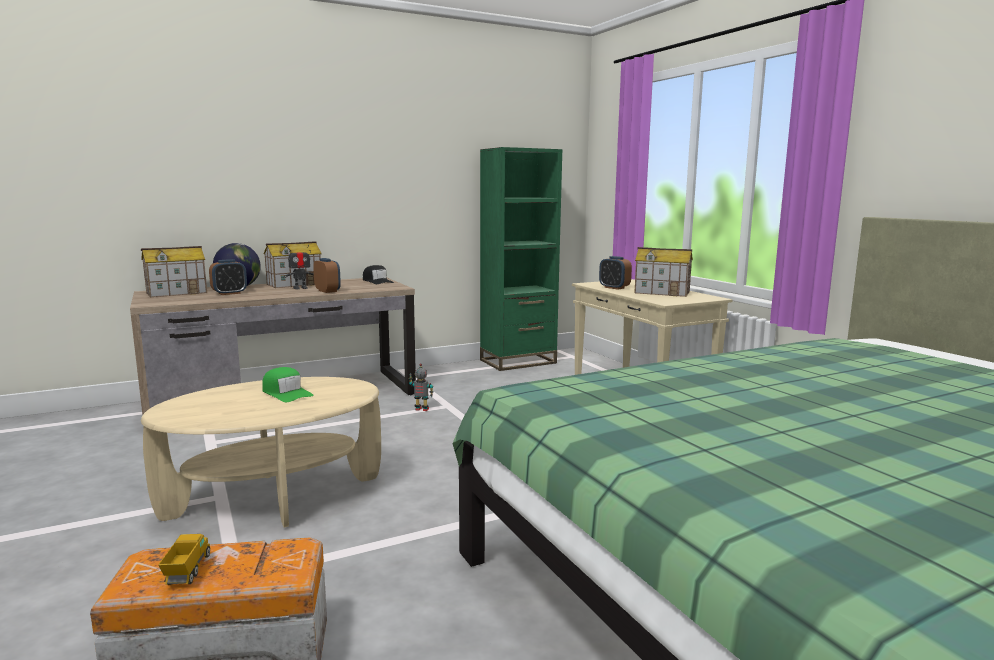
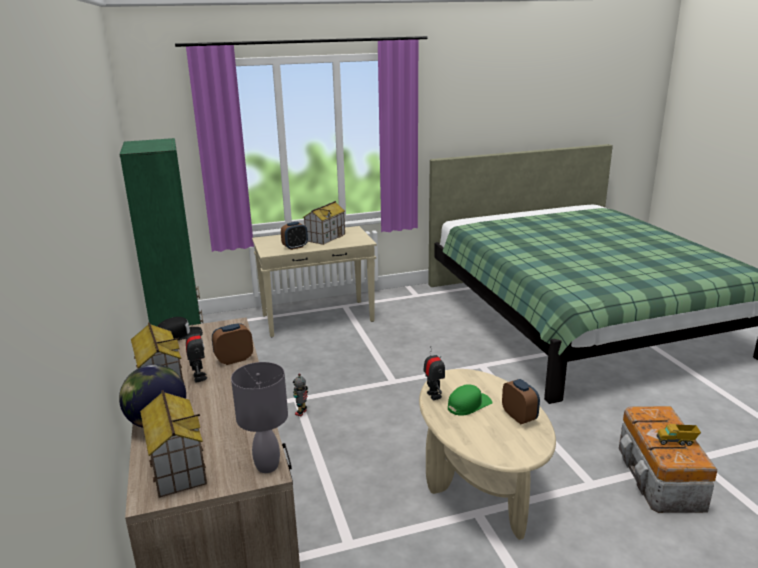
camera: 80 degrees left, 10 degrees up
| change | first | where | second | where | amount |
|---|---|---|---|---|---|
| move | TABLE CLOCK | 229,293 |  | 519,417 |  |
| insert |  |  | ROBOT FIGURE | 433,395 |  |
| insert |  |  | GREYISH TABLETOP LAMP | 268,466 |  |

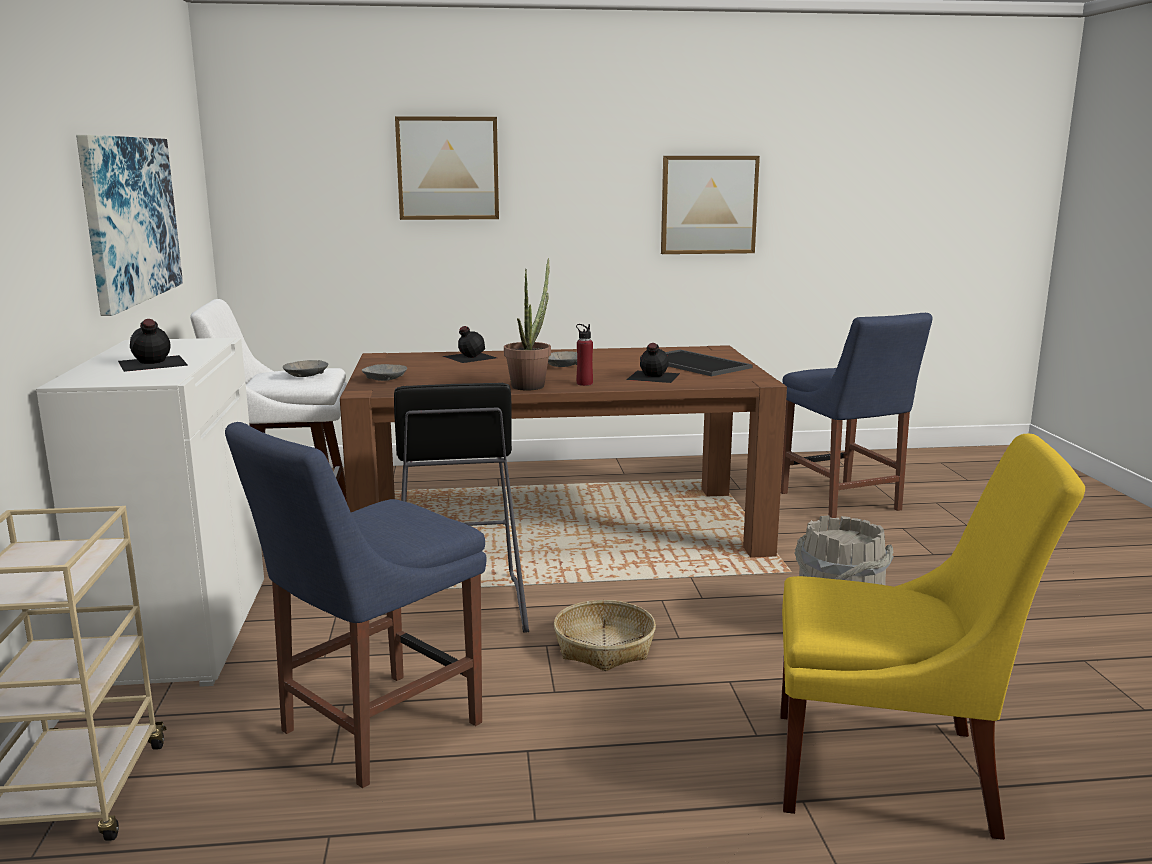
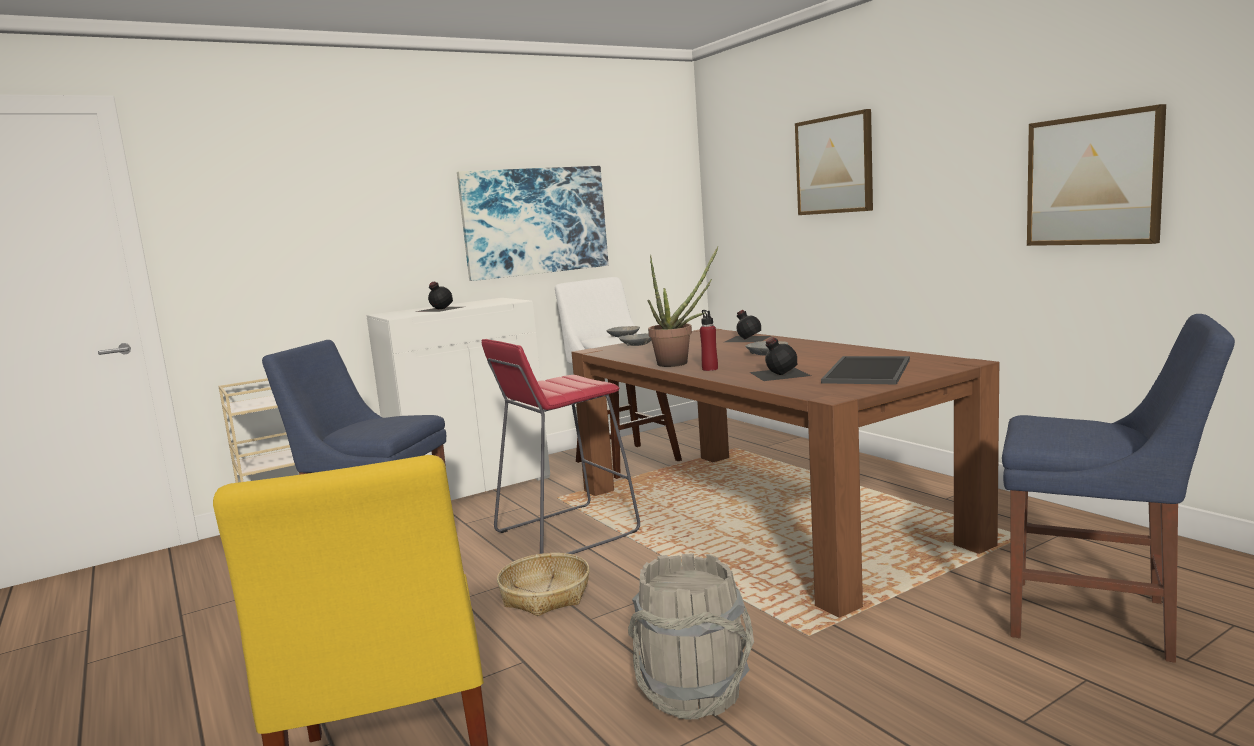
camera: 65 degrees right, 5 degrees down
| change | first | where | second | where | amount |
|---|---|---|---|---|---|
| rotate | BLUE CHAIR | 842,503 |  | 1099,620 | 105 degrees counterclockwise |
| recolor | BLACKISH SITTING STOOL | 458,609 | RED-COLOURED SITTING STOOL | 565,532 |  |

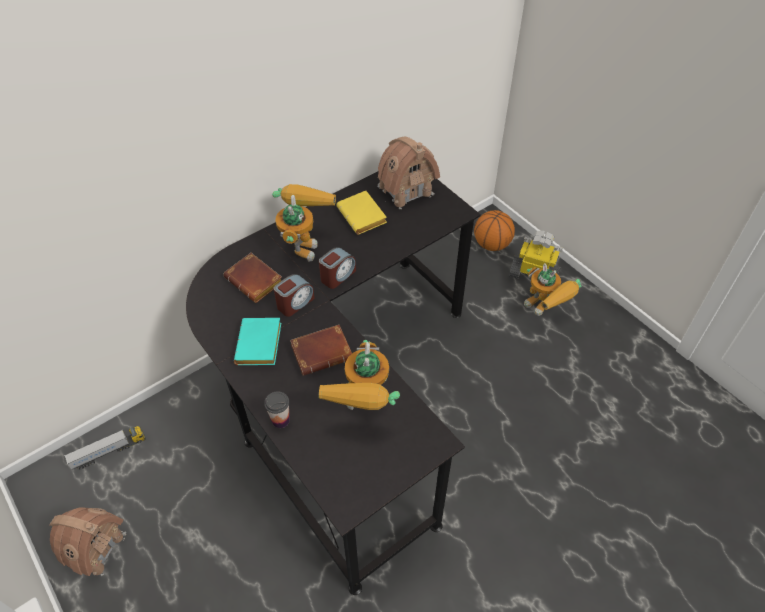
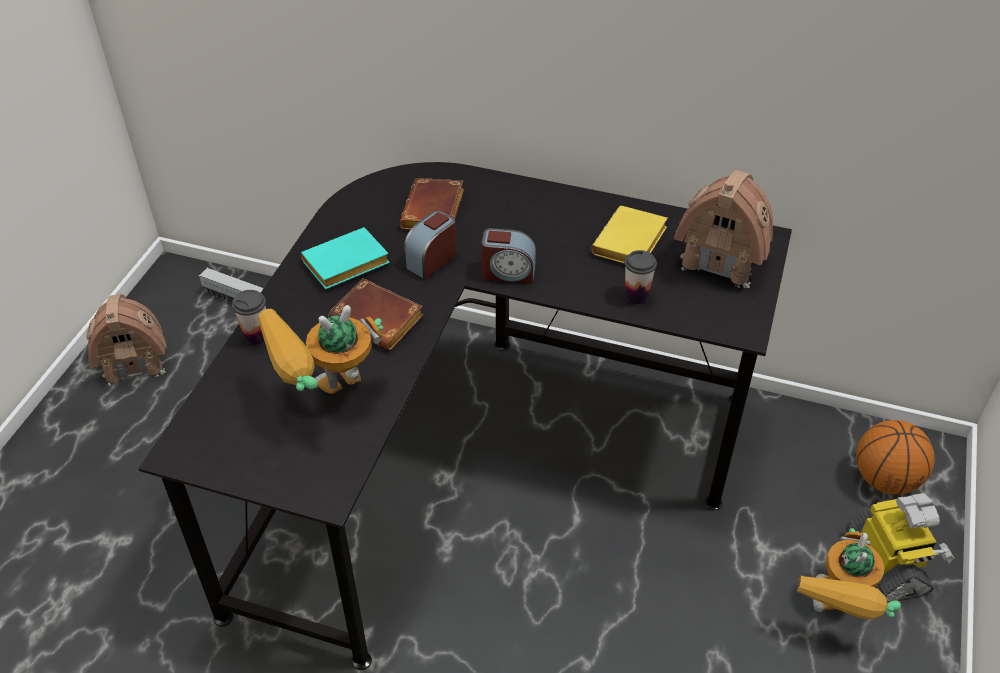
camera: 55 degrees right, 5 degrees down
| change | first | where | second | where | amount |
|---|---|---|---|---|---|
| delete | ROBOT FIGURE | 303,242 |  |  |  |
| rotate | TABLE CLOCK | 295,303 |  | 431,260 | 120 degrees clockwise |
| insert |  |  | CUP | 636,296 |  |

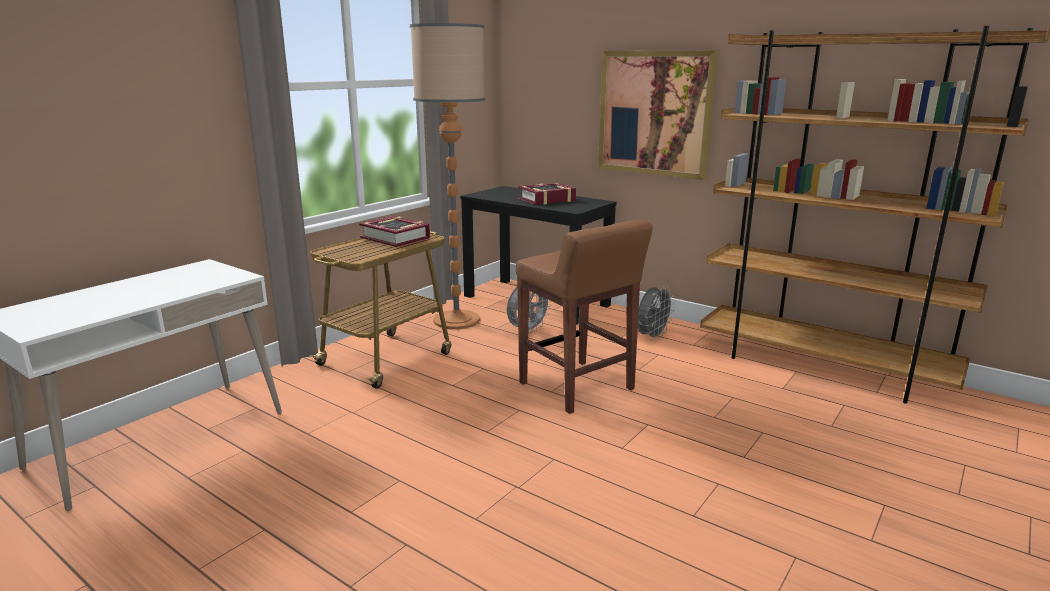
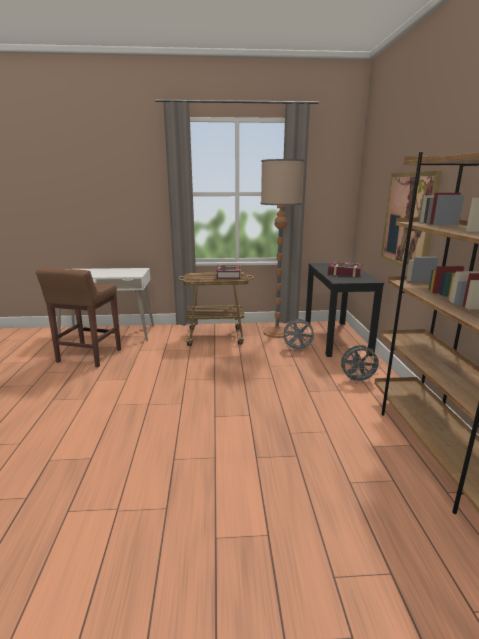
camera: 50 degrees right, 0 degrees up
| change | first | where | second | where | amount |
|---|---|---|---|---|---|
| move | BROWN-COLOURED SITTING STOOL | 577,387 |  | 89,356 |  |

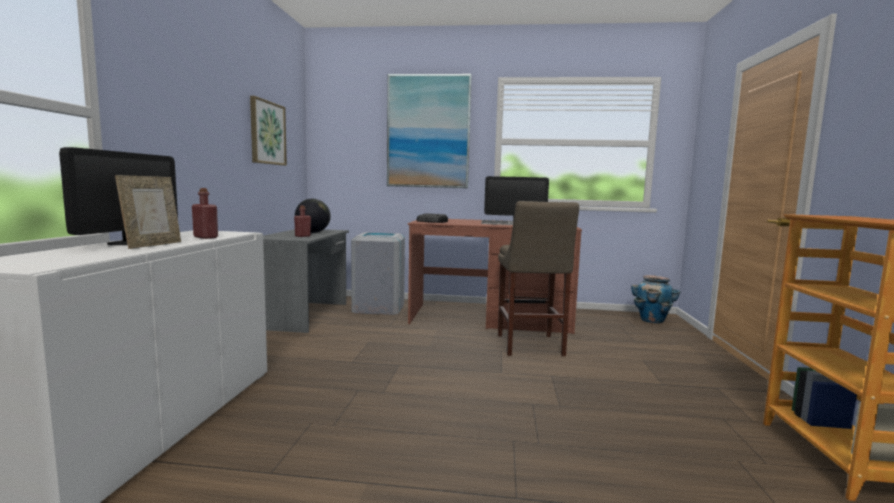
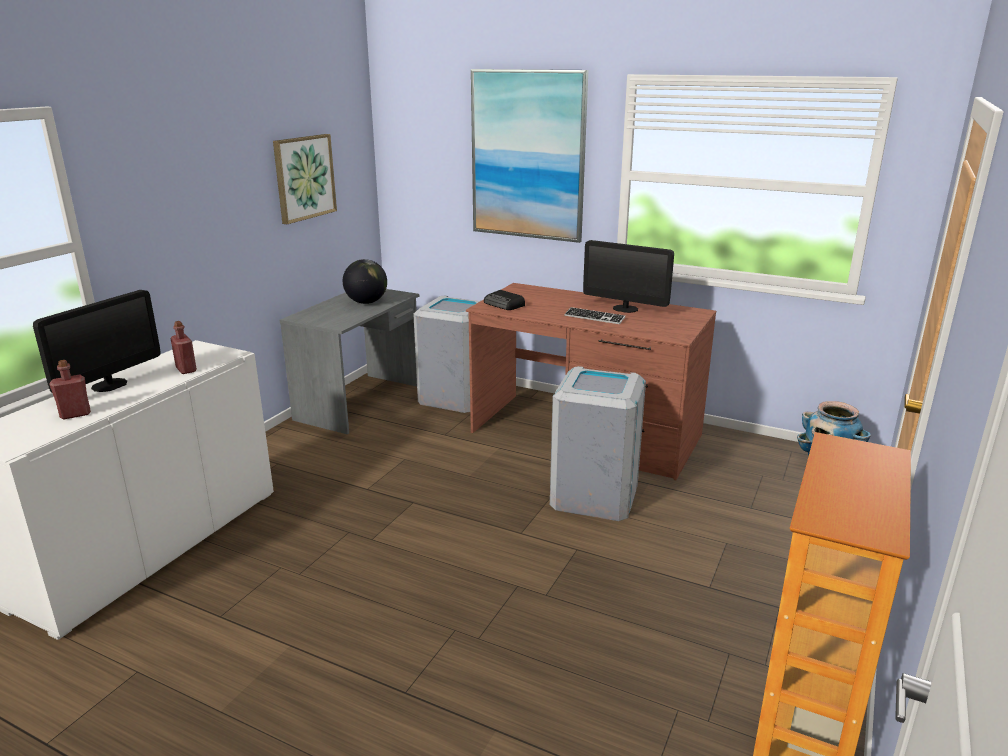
camera: 20 degrees right, 15 degrees up
| change | first | where | second | where | amount |
|---|---|---|---|---|---|
| delete | PHOTO FRAME | 153,245 |  |  |  |
| replace | BEIGE-COLOURED SITTING STOOL | 530,346 | GREYISH RUBBISH BIN | 594,495 |  |
| move | RED-COLOURED DRINK BOTTLE | 303,236 |  | 75,414 |  |

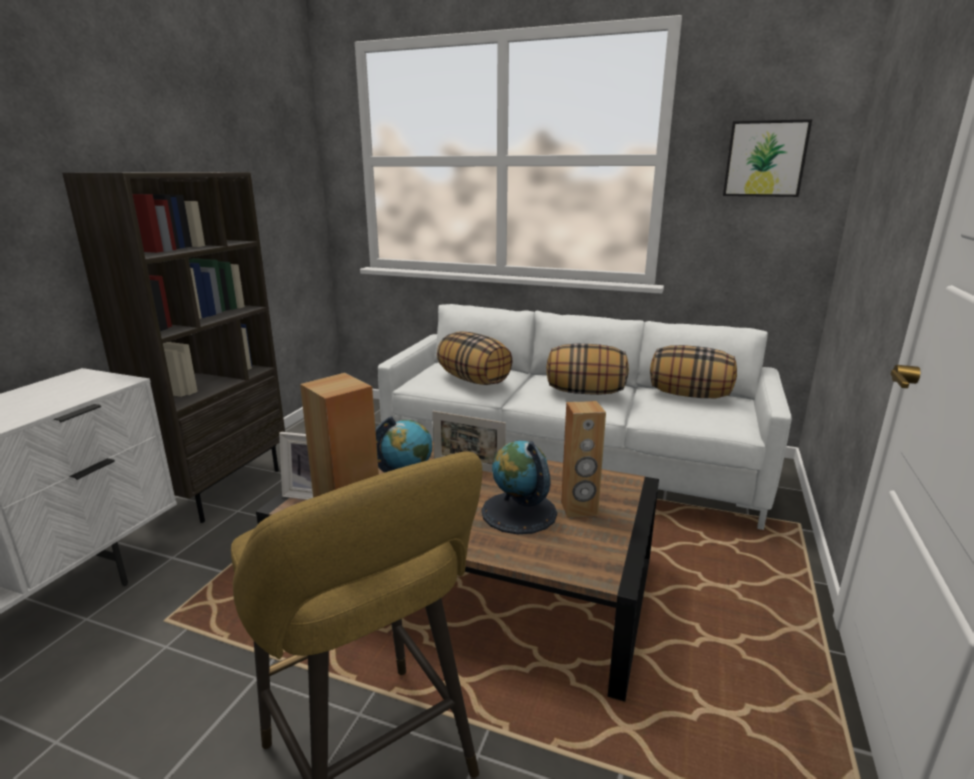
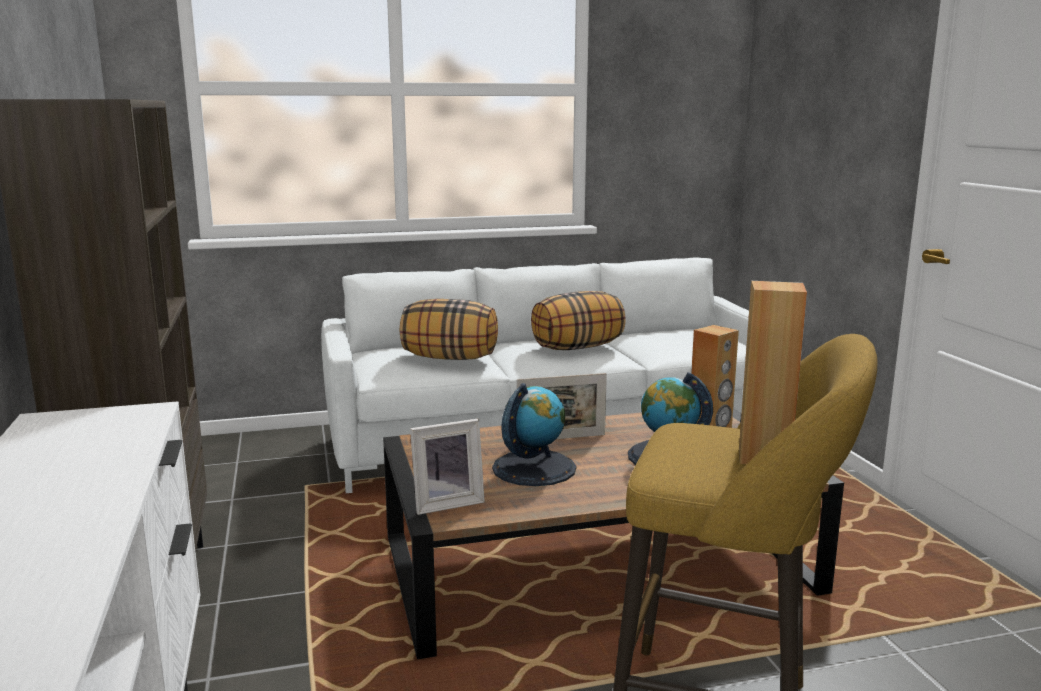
camera: 35 degrees left, 5 degrees down
| change | first | where | second | where | amount |
|---|---|---|---|---|---|
| delete | PICTURE | 765,159 |  |  |  |
| delete | CUSHION | 689,395 |  |  |  |

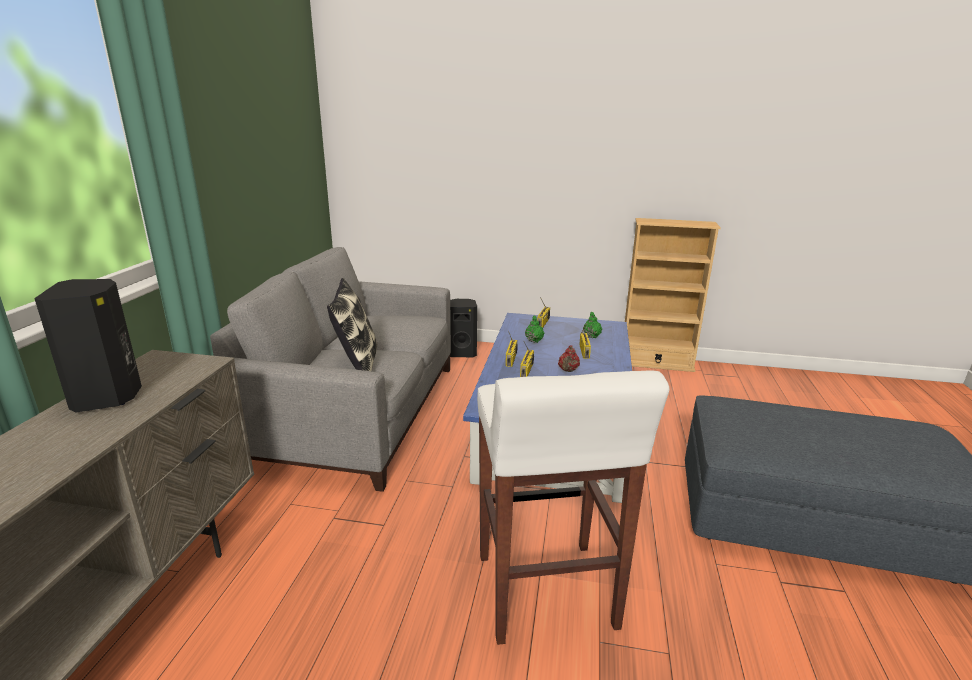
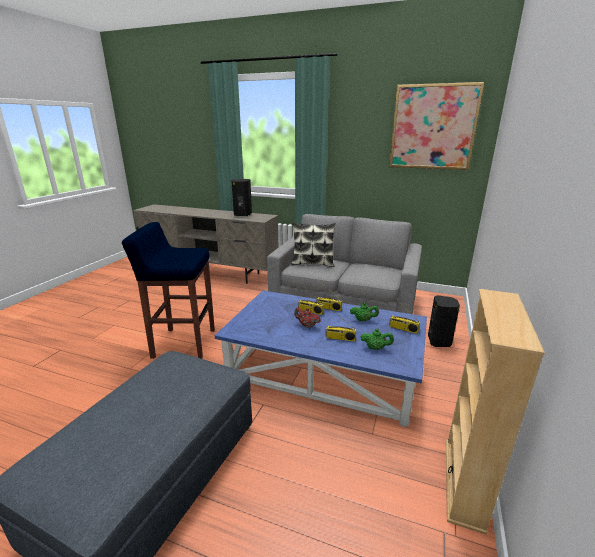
camera: 100 degrees right, 0 degrees up
| change | first | where | second | where | amount |
|---|---|---|---|---|---|
| recolor | WHITE-COLOURED SITTING STOOL | 545,593 | BLUE SITTING STOOL | 183,343 |  |
| insert |  |  | PICTURE | 433,127 |  |

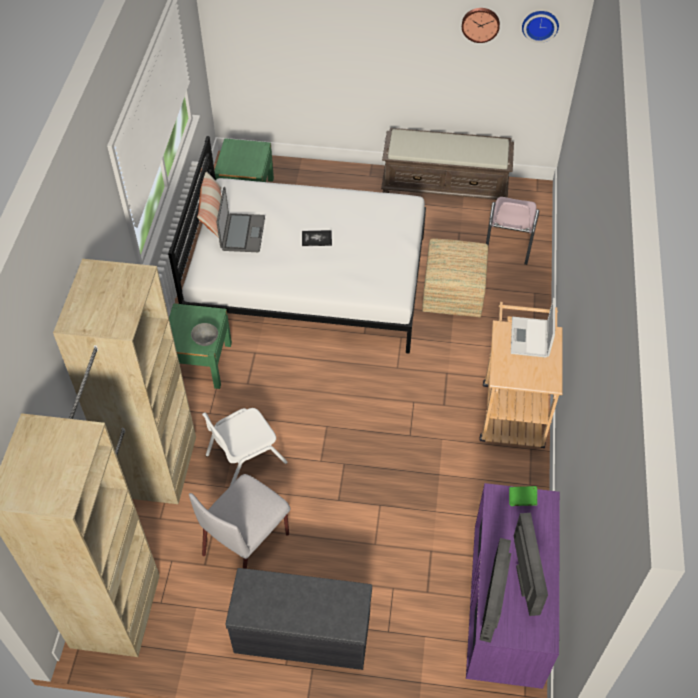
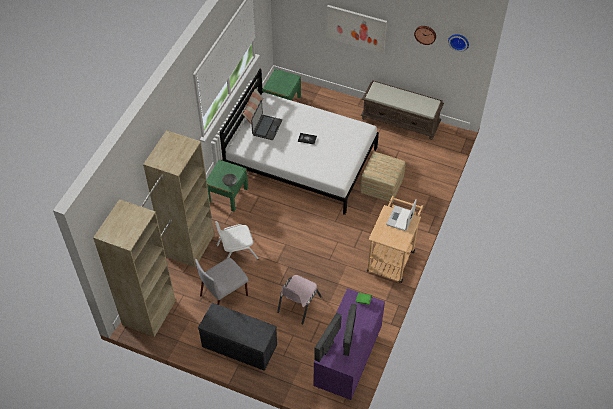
camera: 15 degrees right, 0 degrees up
| change | first | where | second | where | amount |
|---|---|---|---|---|---|
| move | PINK CHAIR | 508,242 |  | 298,304 |  |
| insert |  |  | PICTURE | 356,28 |  |

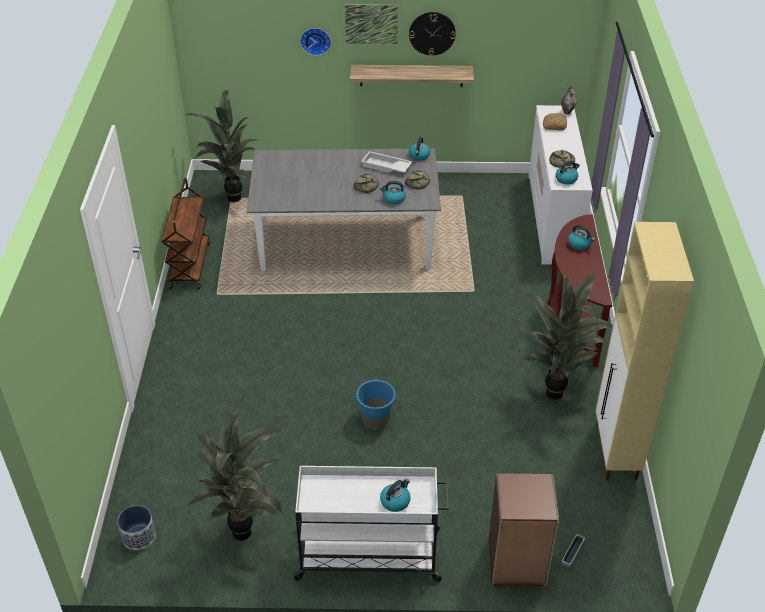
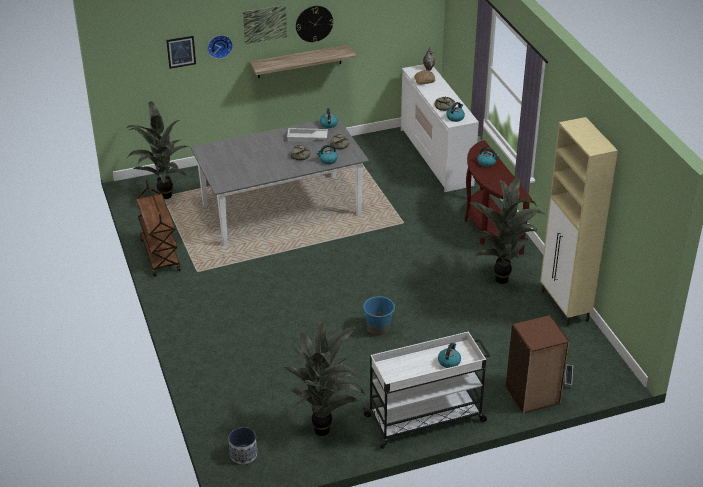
camera: 20 degrees left, 5 degrees down
| change | first | where | second | where | amount |
|---|---|---|---|---|---|
| insert |  |  | PICTURE | 181,52 |  |

